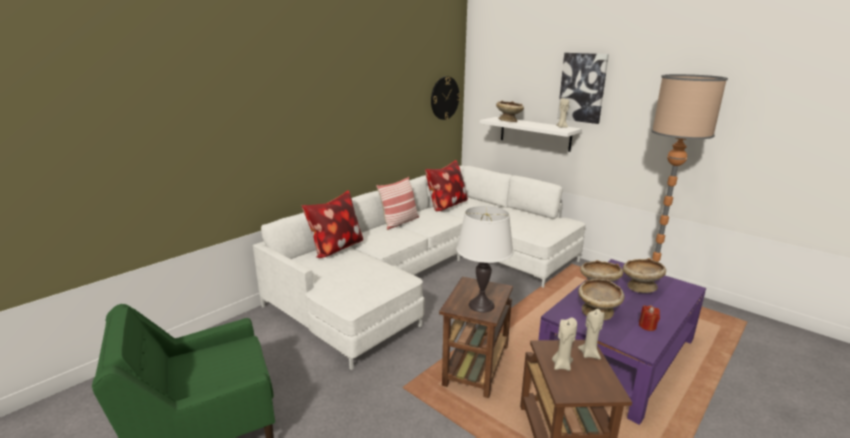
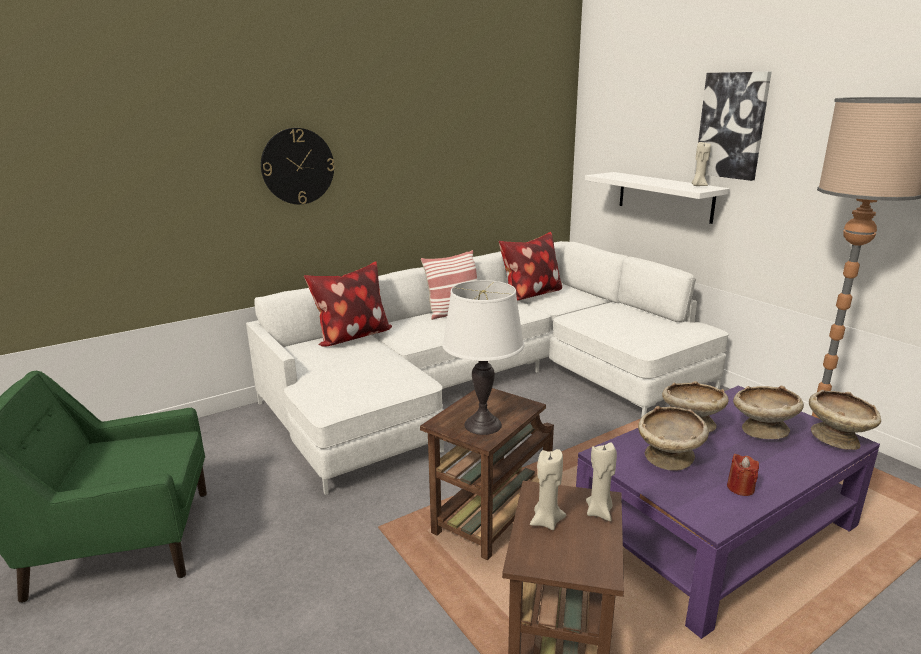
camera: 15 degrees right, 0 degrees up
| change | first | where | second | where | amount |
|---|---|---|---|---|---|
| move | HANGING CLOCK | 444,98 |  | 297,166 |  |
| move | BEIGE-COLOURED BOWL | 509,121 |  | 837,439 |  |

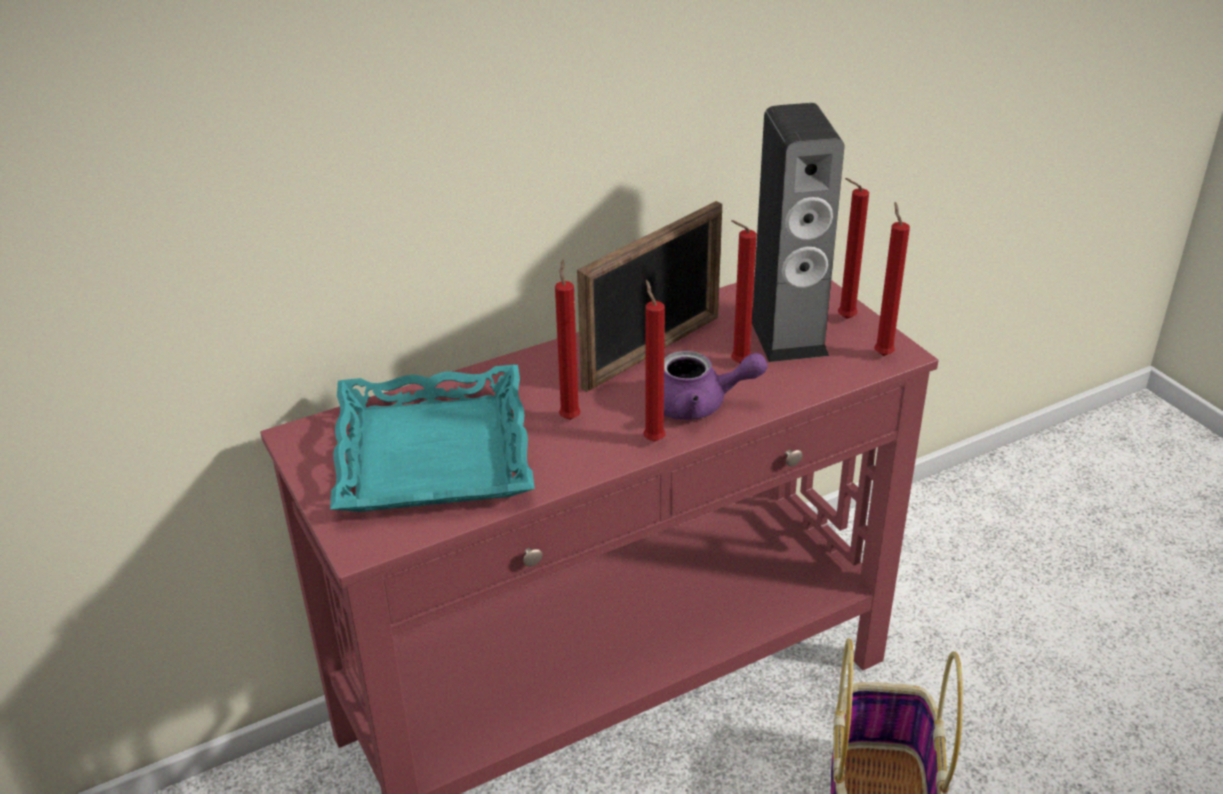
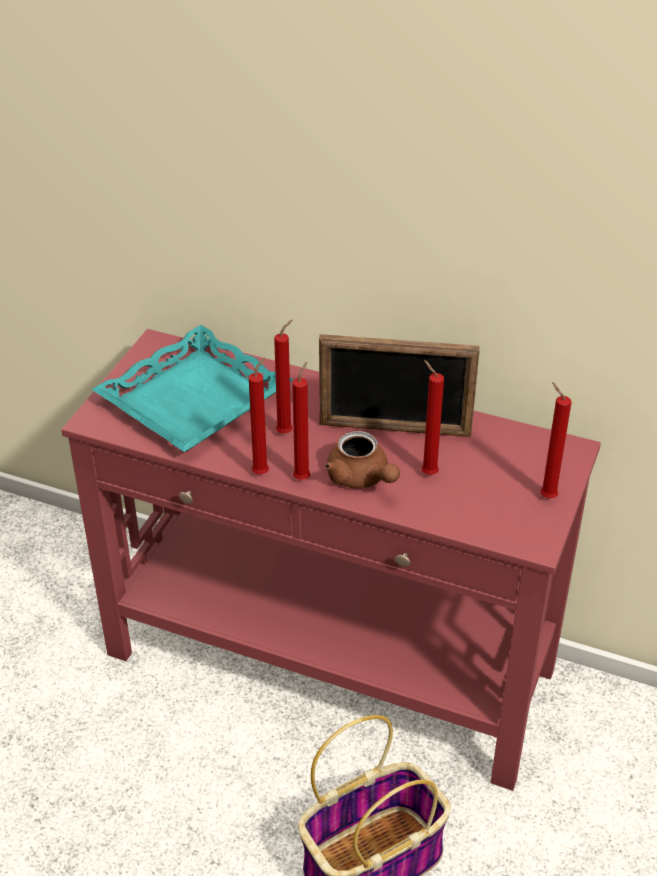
camera: 50 degrees right, 5 degrees up
| change | first | where | second | where | amount |
|---|---|---|---|---|---|
| delete | LOUDSPEAKER | 787,333 |  |  |  |
| move | RED-COLOURED CANDLE | 882,353 |  | 262,472 |  |
| recolor | PURPLISH POT FOR TEA | 699,405 | BROWN-COLOURED POT FOR TEA | 361,478 |  |

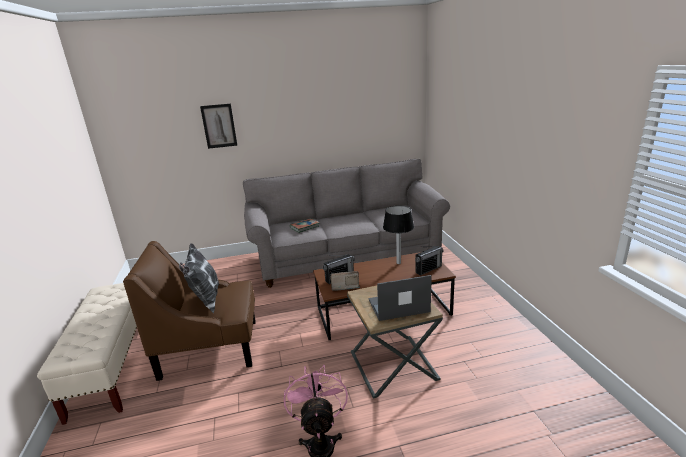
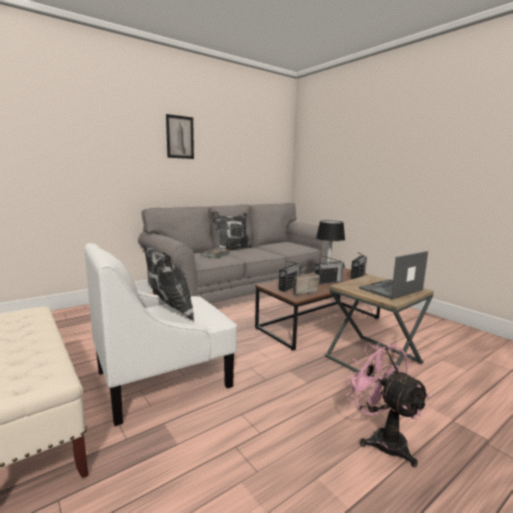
camera: 25 degrees left, 10 degrees down
| change | first | where | second | where | amount |
|---|---|---|---|---|---|
| move | PICTURE | 219,126 |  | 180,137 |  |
| recolor | BROWN-COLOURED EASY CHAIR | 210,348 | WHITE-COLOURED EASY CHAIR | 164,379 |  |
| insert |  |  | CUSHION | 232,249 |  |
| insert |  |  | RADIO SET | 328,282 |  |

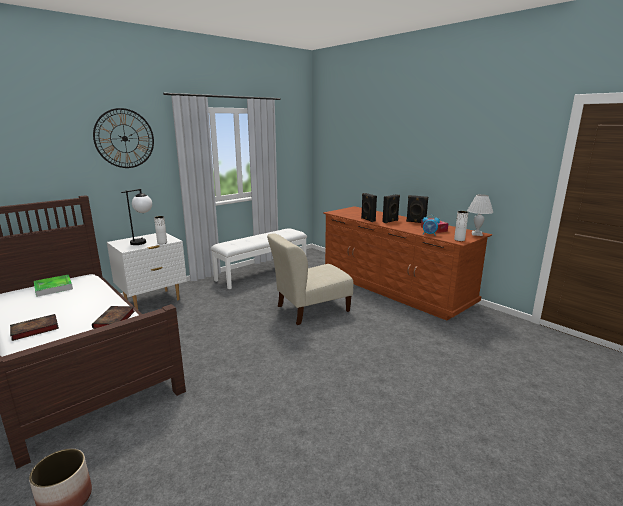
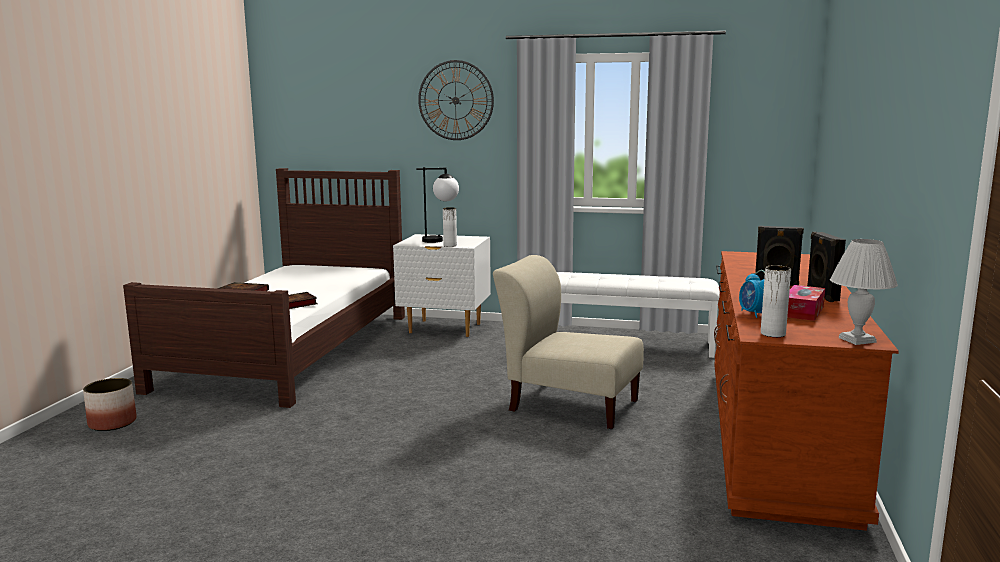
camera: 55 degrees right, 5 degrees down
| change | first | where | second | where | amount |
|---|---|---|---|---|---|
| delete | BLACKISH LOUDSPEAKER | 367,220 |  |  |  |
| delete | TRAY | 53,287 |  |  |  |

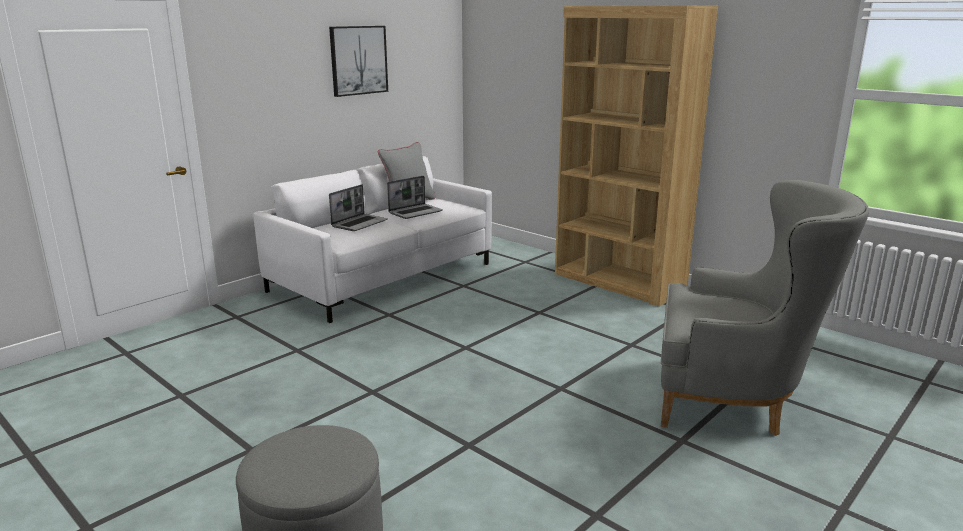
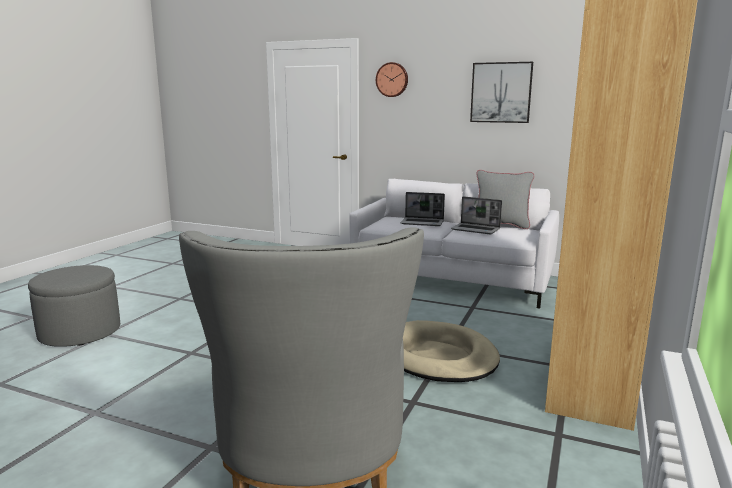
camera: 70 degrees right, 5 degrees down
| change | first | where | second | where | amount |
|---|---|---|---|---|---|
| insert |  |  | HANGING CLOCK | 392,79 |  |
| insert |  |  | BEIGE-COLOURED DOG BED | 438,356 |  |

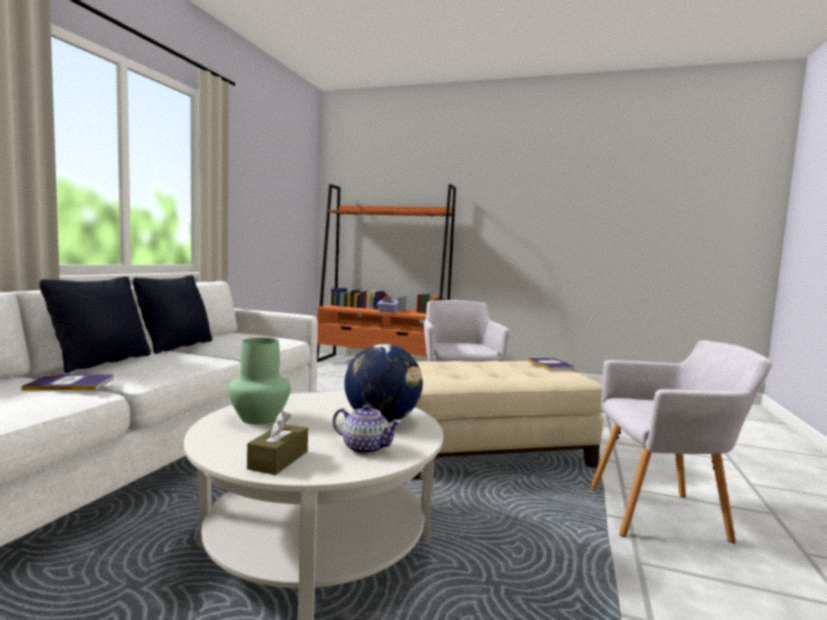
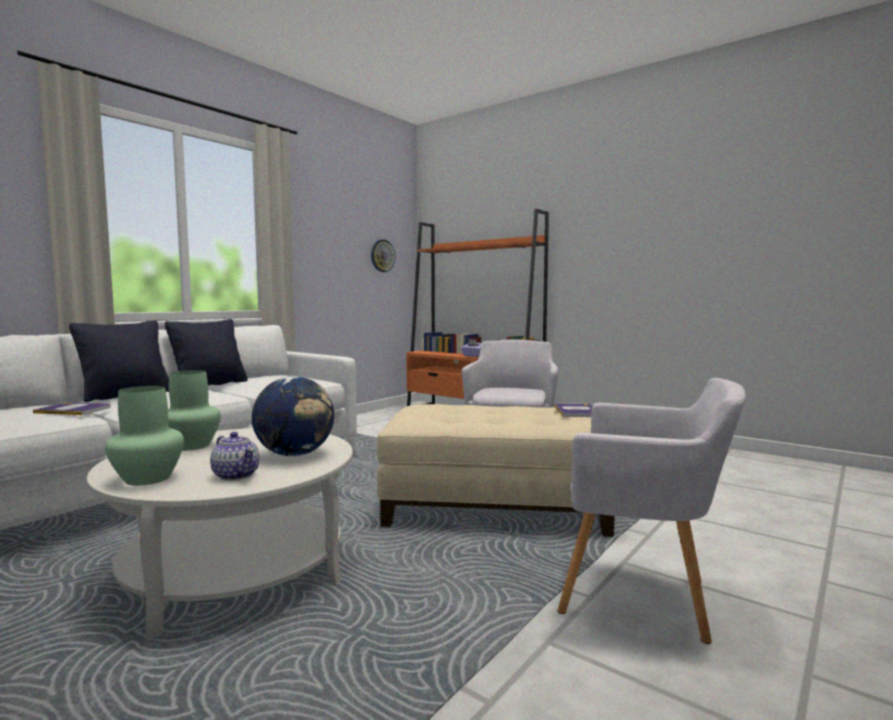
camera: 20 degrees right, 0 degrees up
| change | first | where | second | where | amount |
|---|---|---|---|---|---|
| replace | BROWN-COLOURED TISSUE HOLDER | 278,460 | GREEN-COLOURED FLOWER VASE | 148,478 |  |
| insert |  |  | HANGING CLOCK | 382,255 |  |

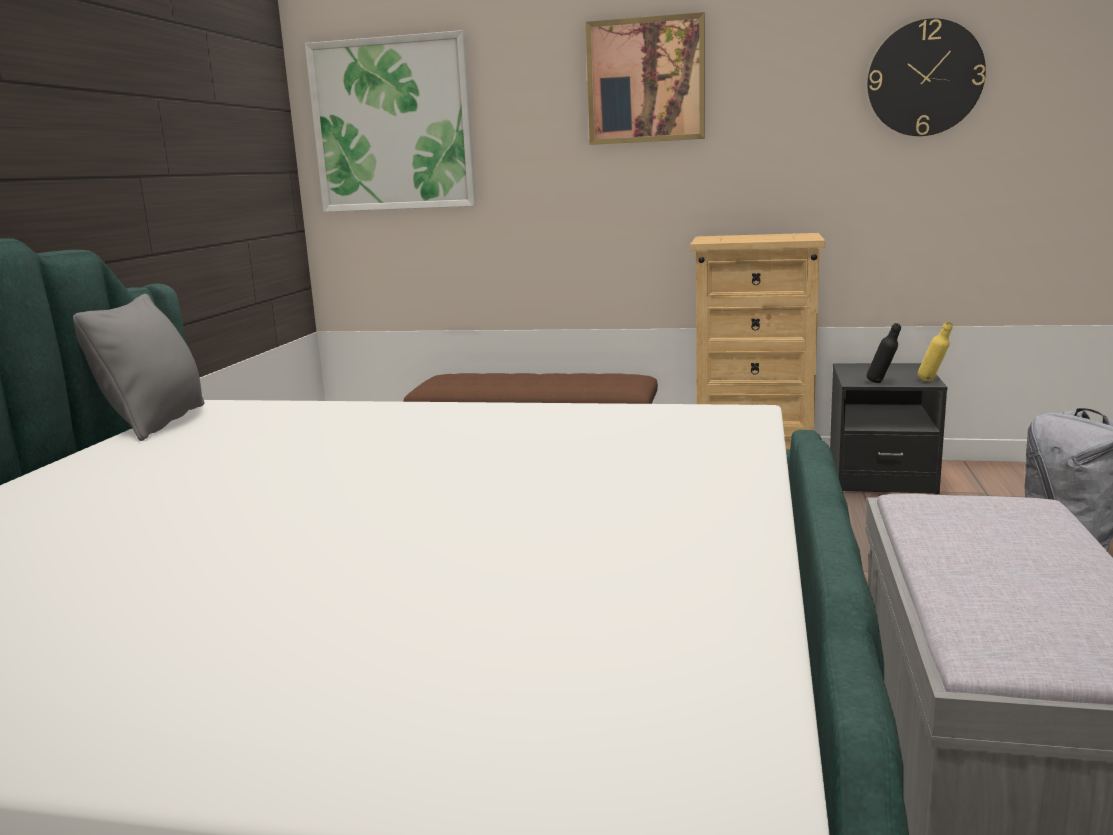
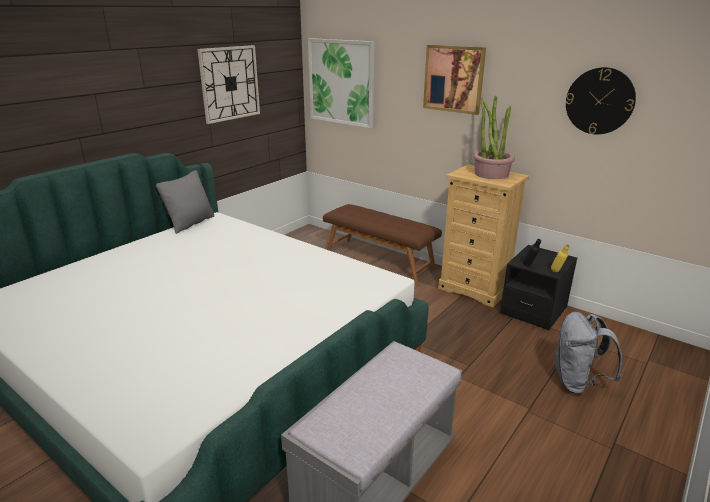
camera: 25 degrees right, 10 degrees up
| change | first | where | second | where | amount |
|---|---|---|---|---|---|
| insert |  |  | HANGING CLOCK | 230,83 |  |
| insert |  |  | HOUSEPLANT | 491,174 |  |

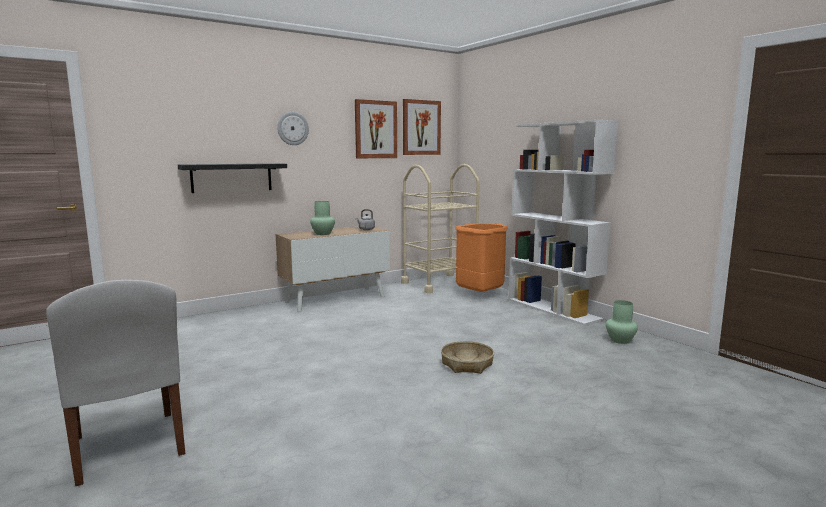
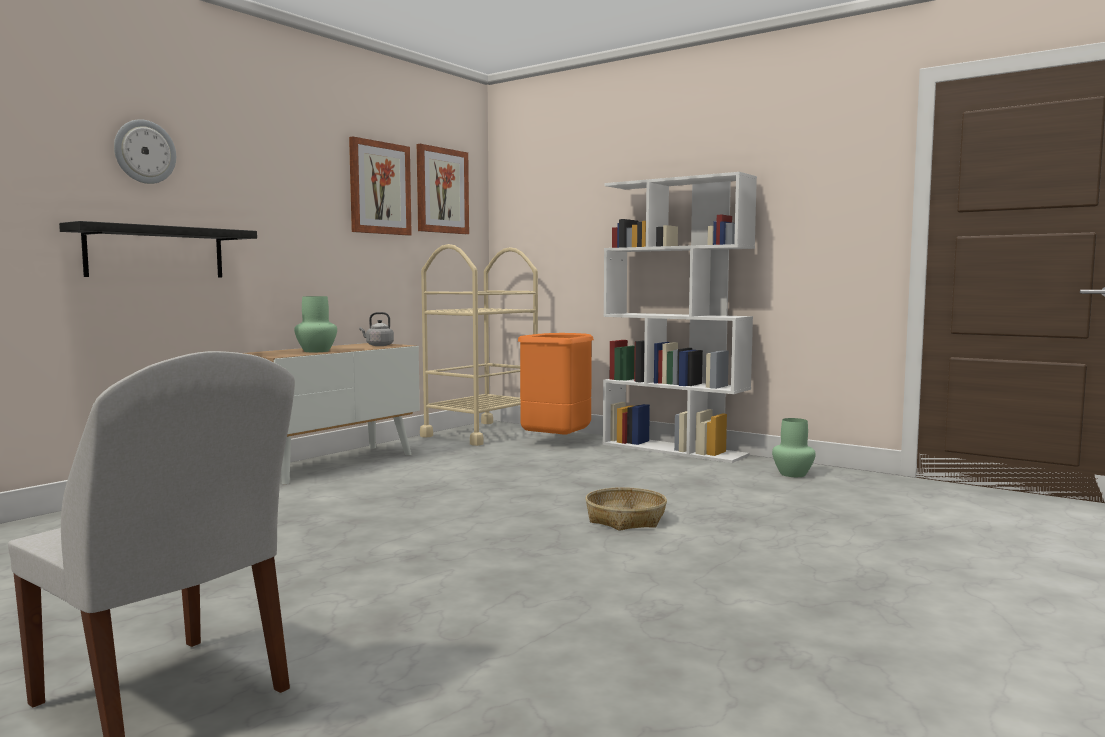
camera: 20 degrees left, 5 degrees down
| change | first | where | second | where | amount |
|---|---|---|---|---|---|
| move | HANGING CLOCK | 292,128 |  | 144,152 |  |

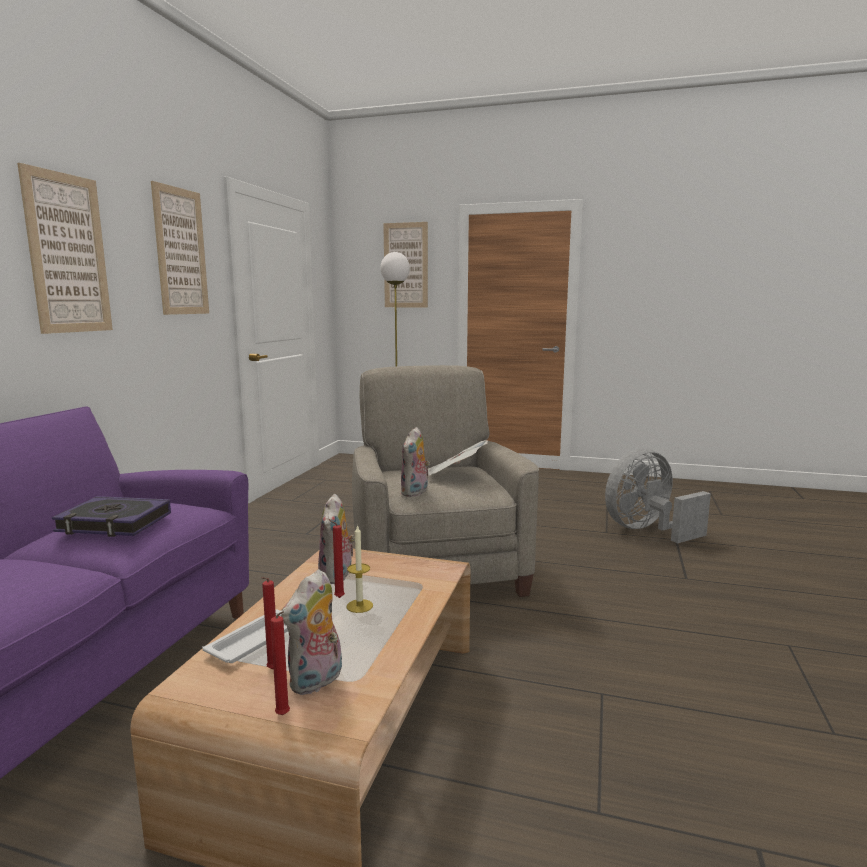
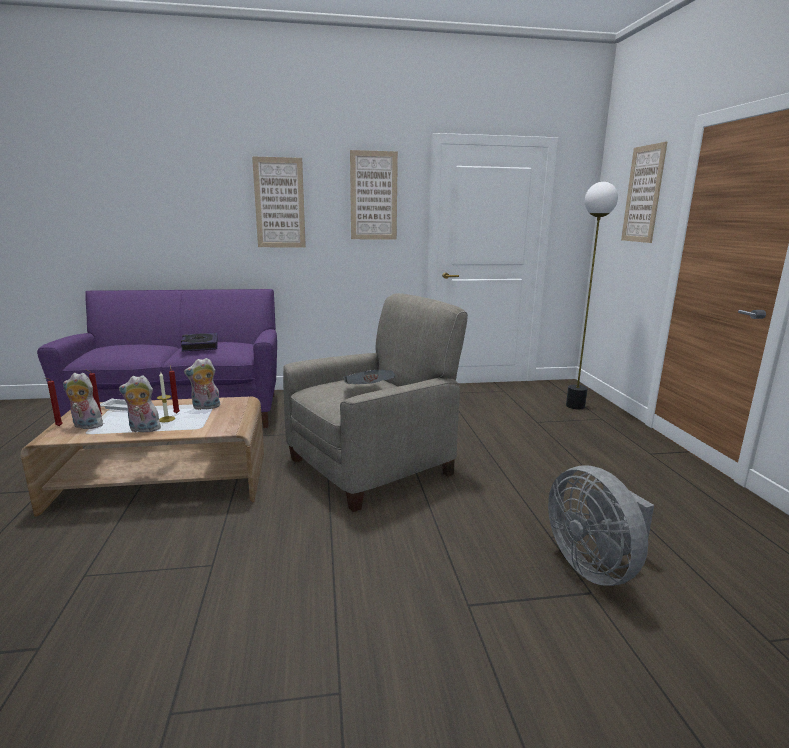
camera: 65 degrees right, 5 degrees up
| change | first | where | second | where | amount |
|---|---|---|---|---|---|
| move | CUDDLY TOY | 415,493 |  | 143,430 |  |
| rotate | GREYISH COOLING FAN | 647,530 |  | 595,566 | 150 degrees counterclockwise |

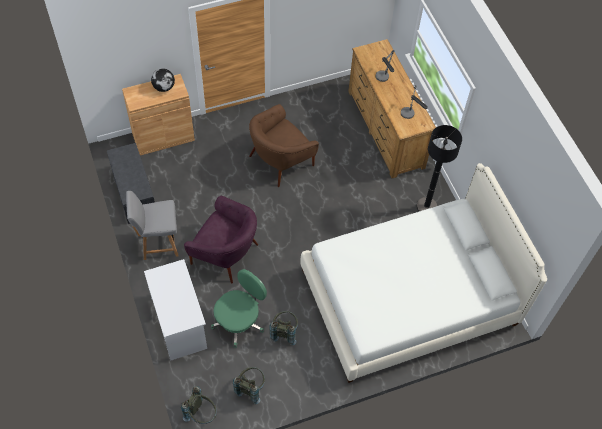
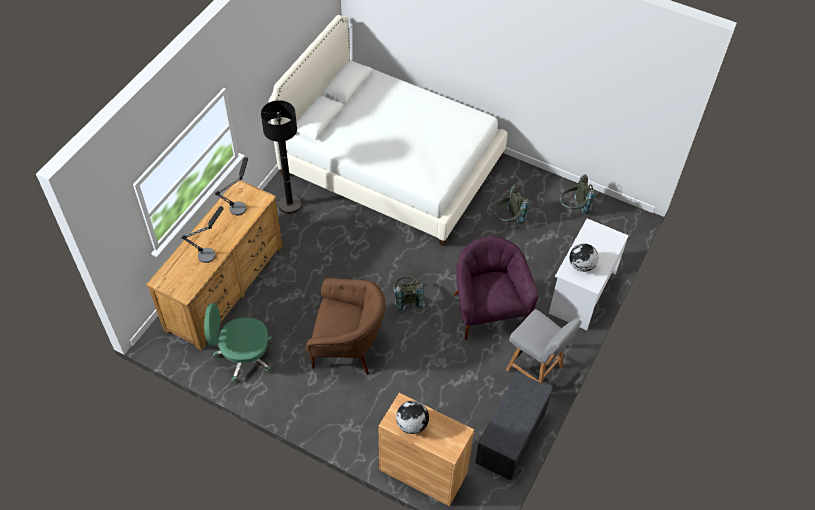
camera: 130 degrees left, 5 degrees down
| change | first | where | second | where | amount |
|---|---|---|---|---|---|
| move | GREEN-COLOURED DESK CHAIR | 239,321 |  | 243,357 |  |
| move | GREYISH BACKPACK | 201,414 |  | 407,300 |  |
| insert |  |  | GLOBE | 581,265 |  |

